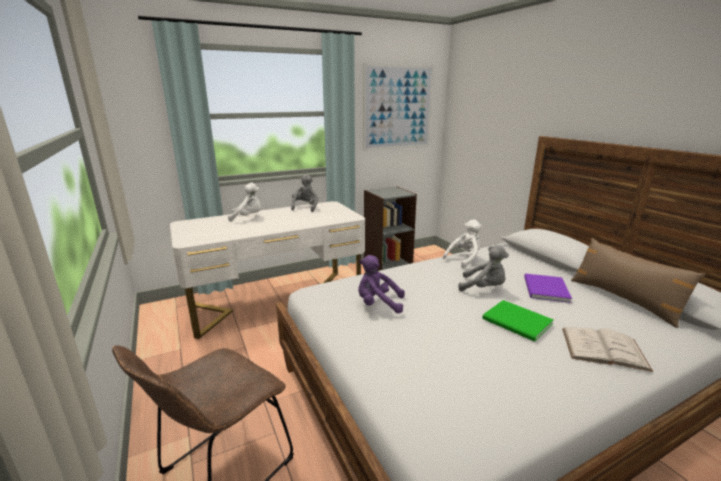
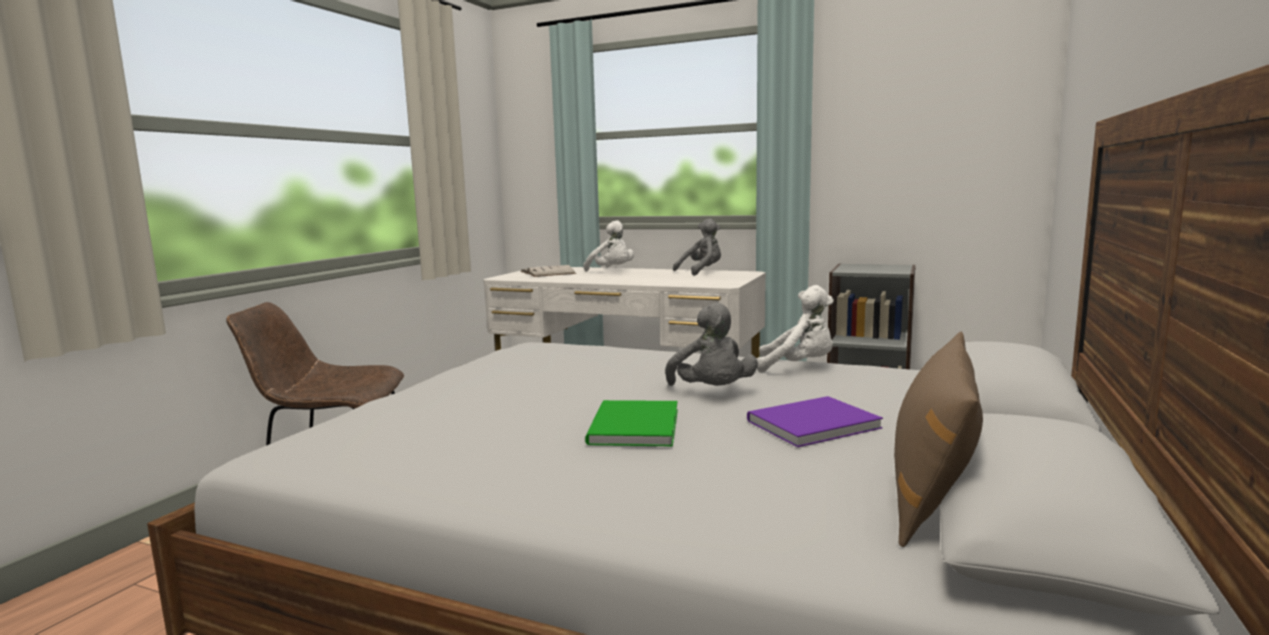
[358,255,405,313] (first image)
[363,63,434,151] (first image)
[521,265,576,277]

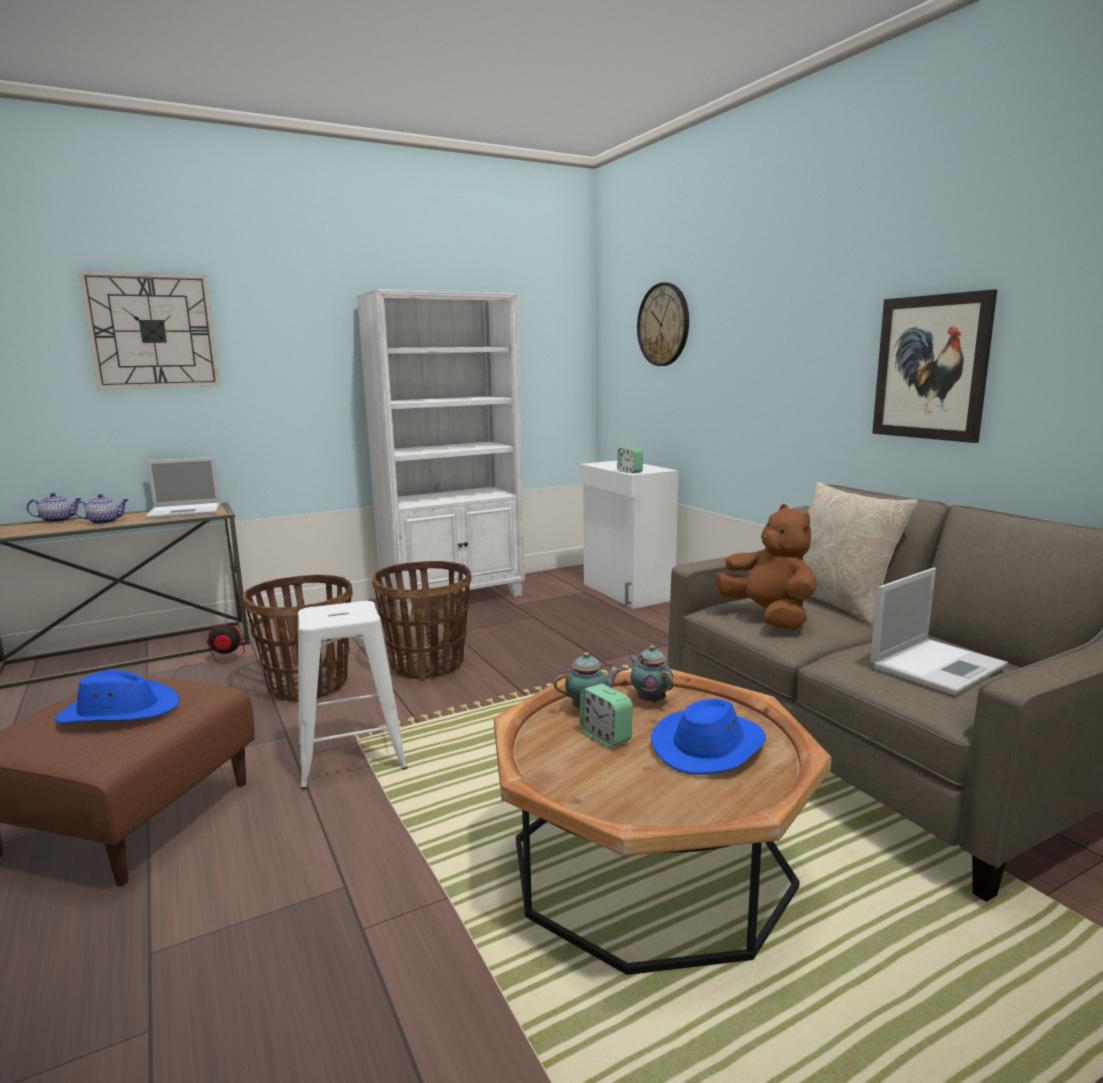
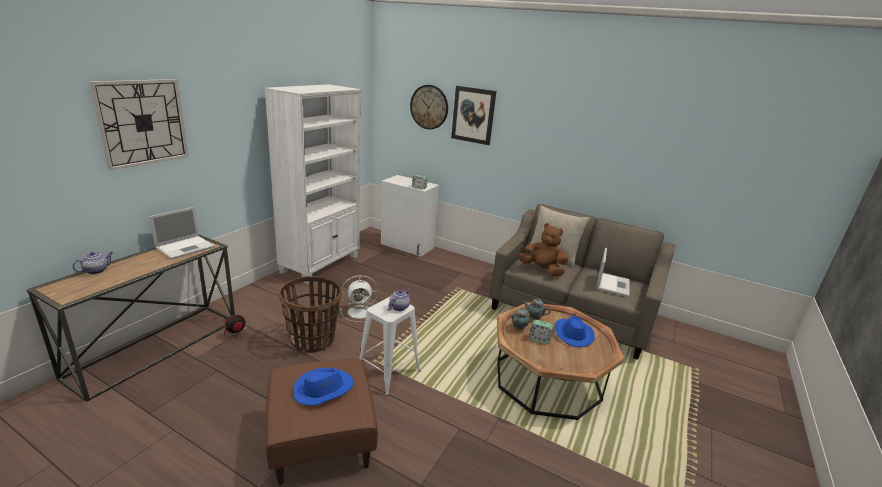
[388,288,411,311]
[340,275,378,322]
[451,86,496,145]

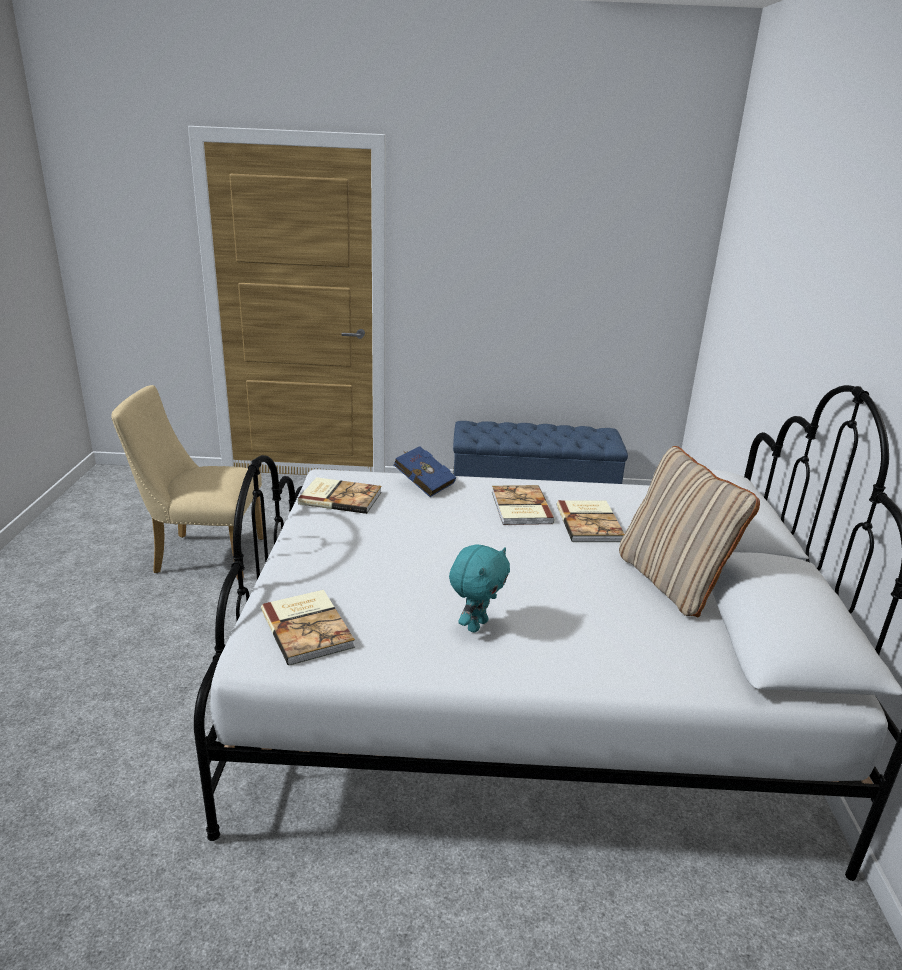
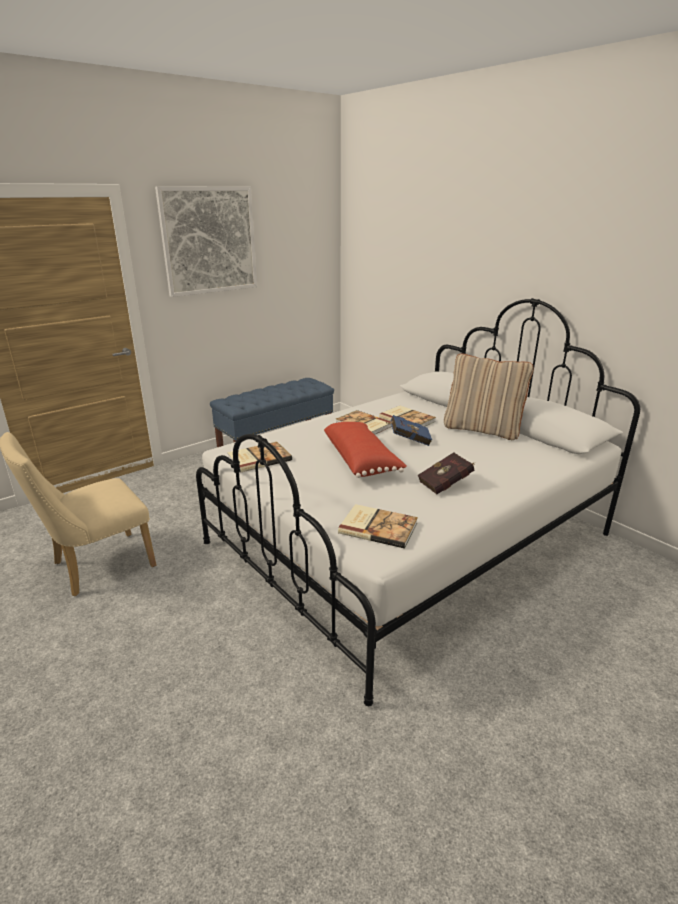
[385,415,432,446]
[418,452,476,494]
[155,186,257,297]
[324,422,407,478]

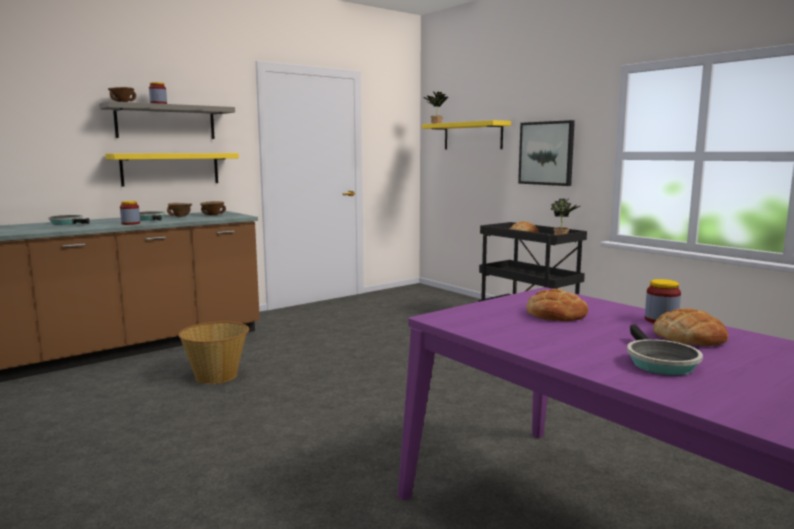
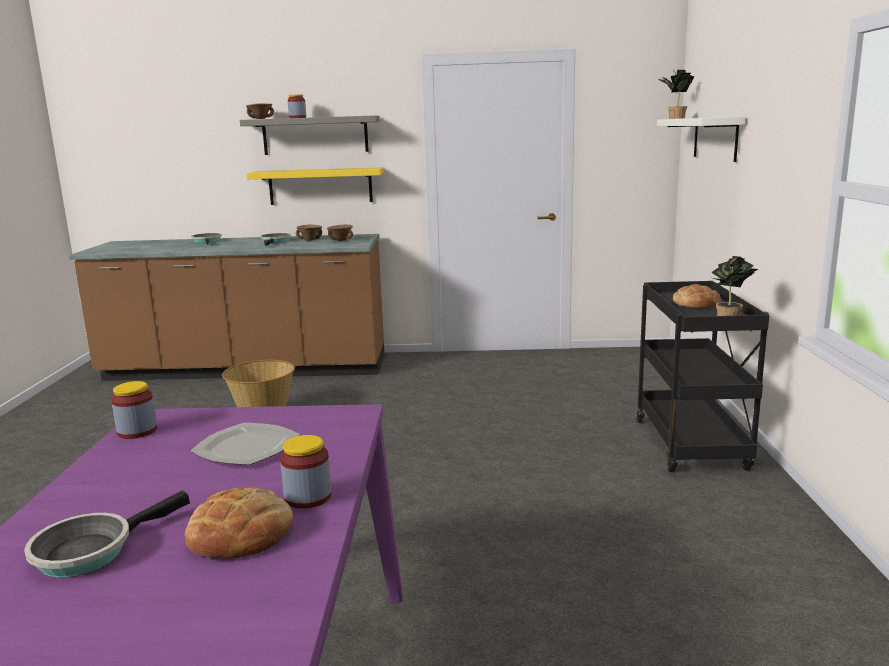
[111,381,157,439]
[657,117,746,162]
[518,120,575,186] (first image)
[191,423,300,465]

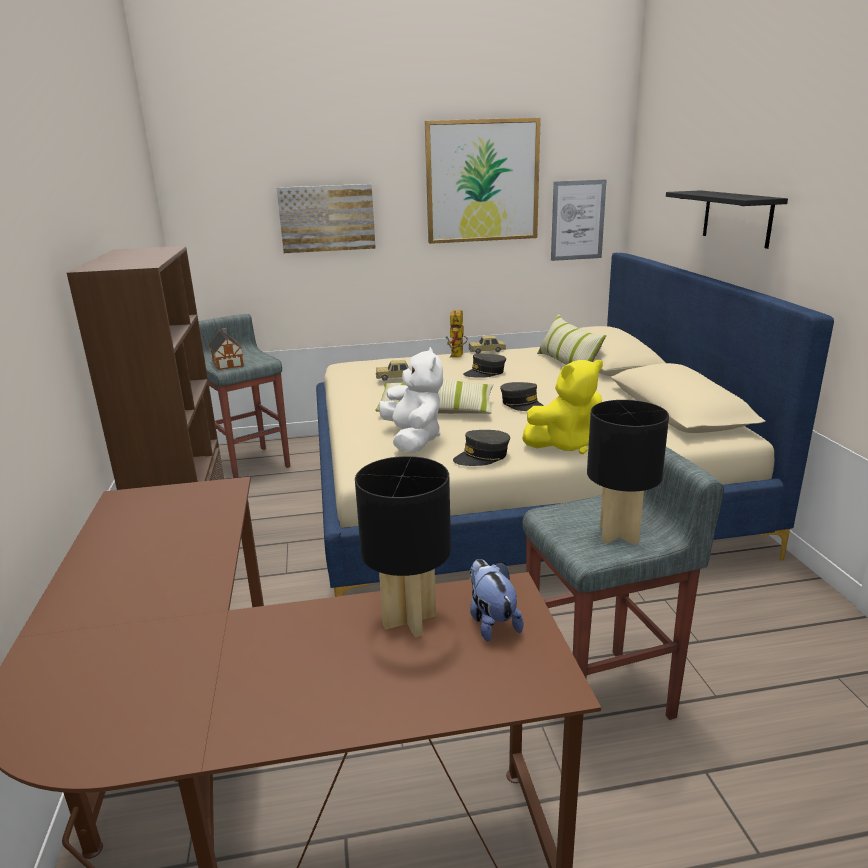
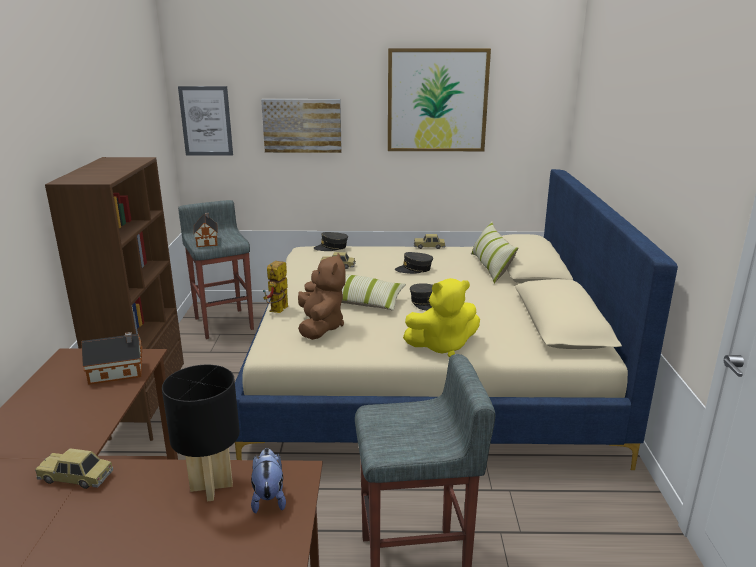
[298,253,346,340]
[263,261,288,313]
[314,232,348,251]
[178,86,233,156]
[587,400,669,545] (first image)
[666,190,788,249] (first image)
[35,448,113,489]
[81,332,143,385]

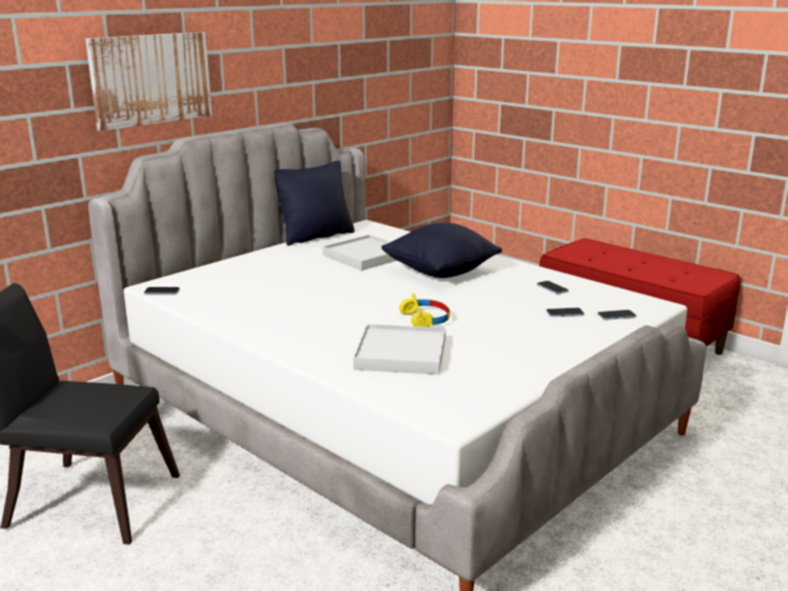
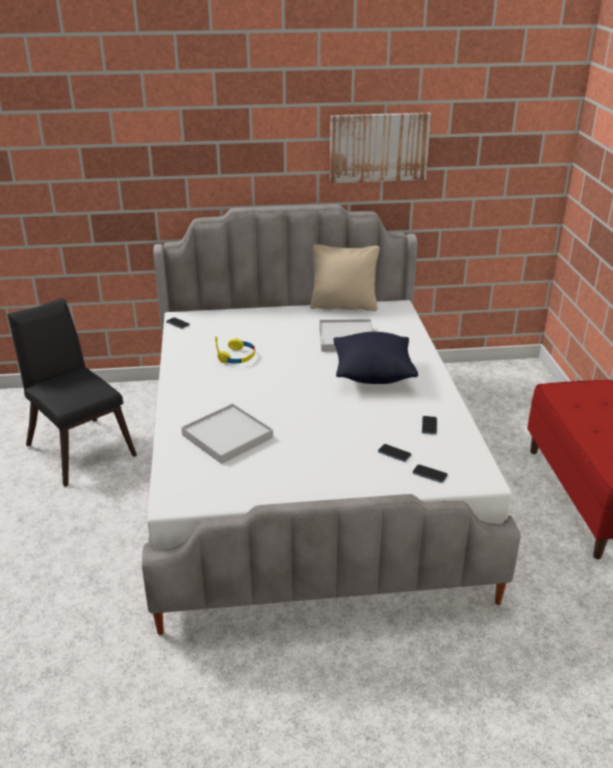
[330,113,431,183]
[310,244,380,311]
[215,336,255,364]

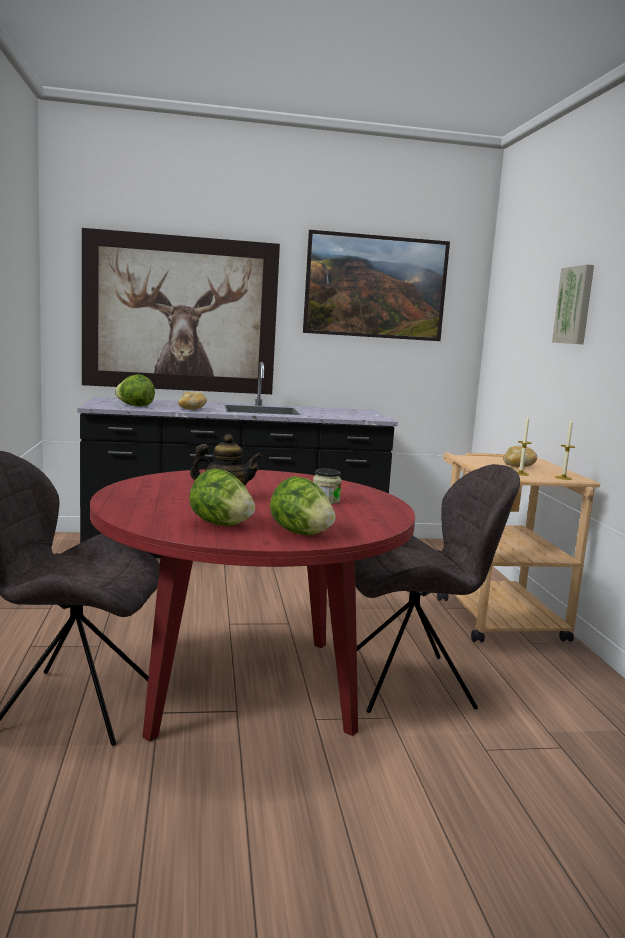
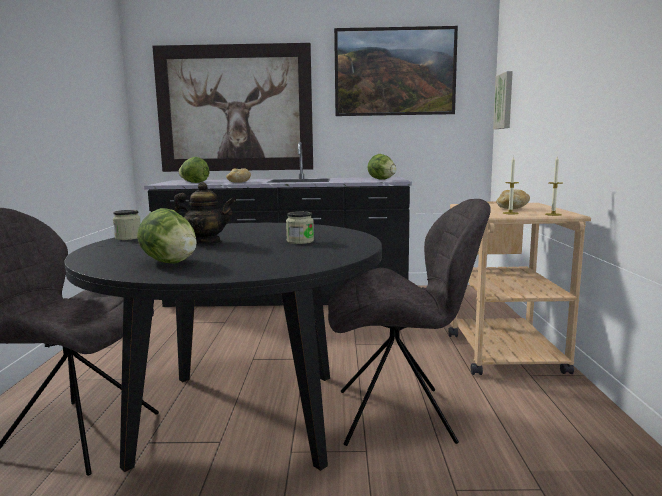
[64,223,382,472]
[367,154,397,180]
[493,71,513,129]
[113,210,141,240]

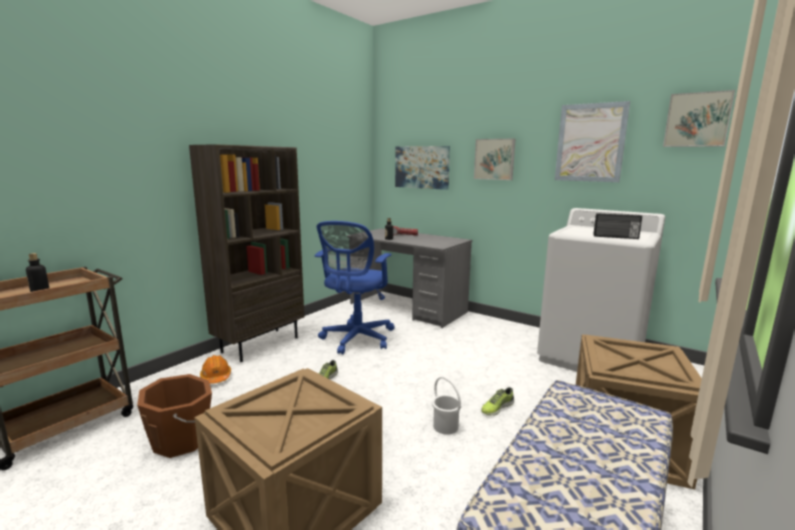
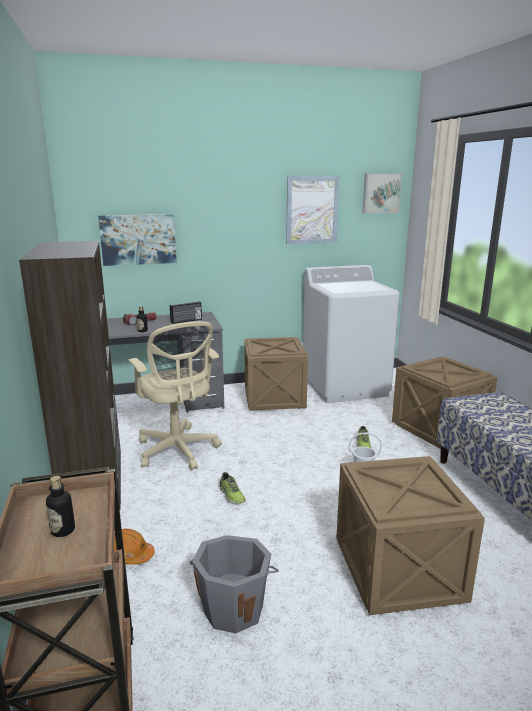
[190,535,279,633]
[128,321,222,470]
[474,138,516,180] (first image)
[170,301,202,324]
[244,337,308,411]

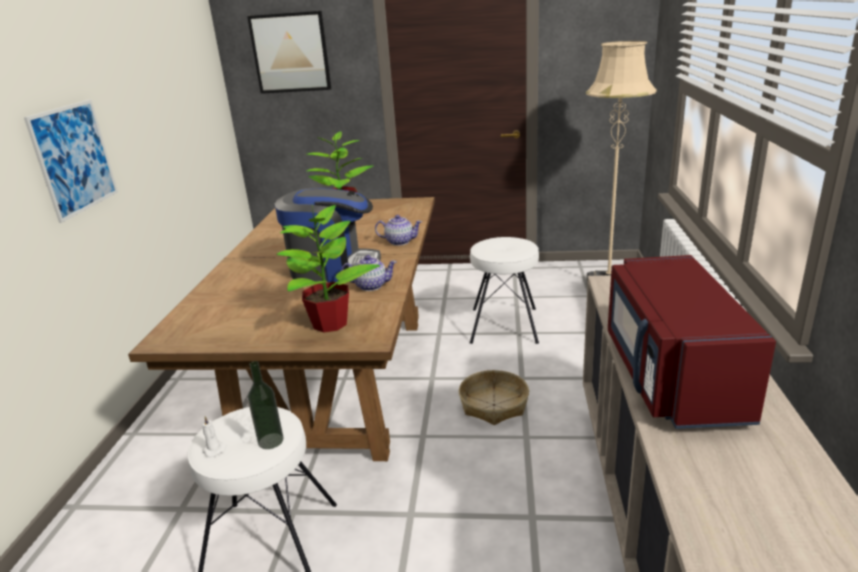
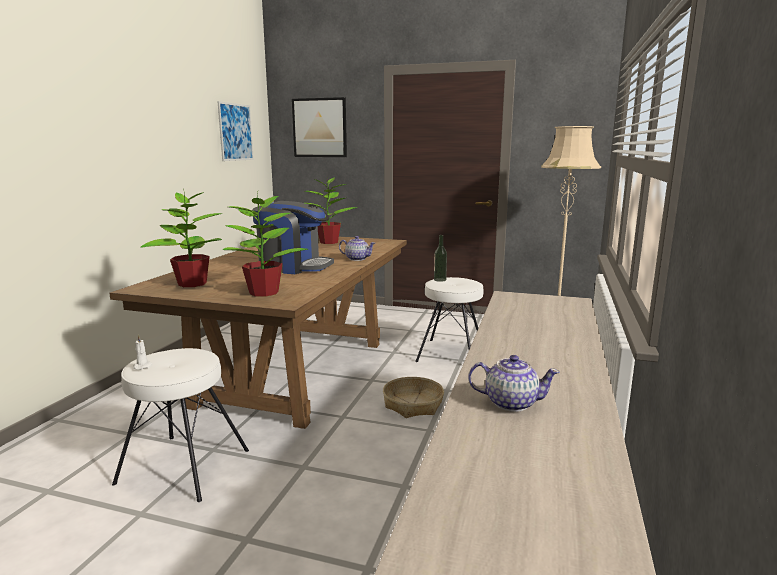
[217,101,254,161]
[434,235,447,282]
[468,355,560,412]
[608,255,776,429] (first image)
[141,187,222,287]

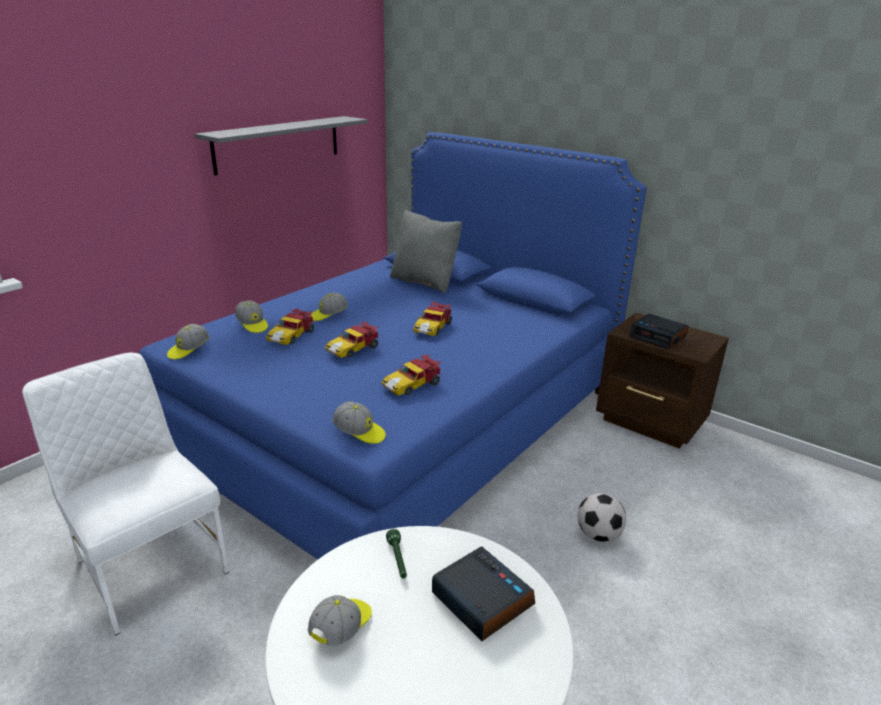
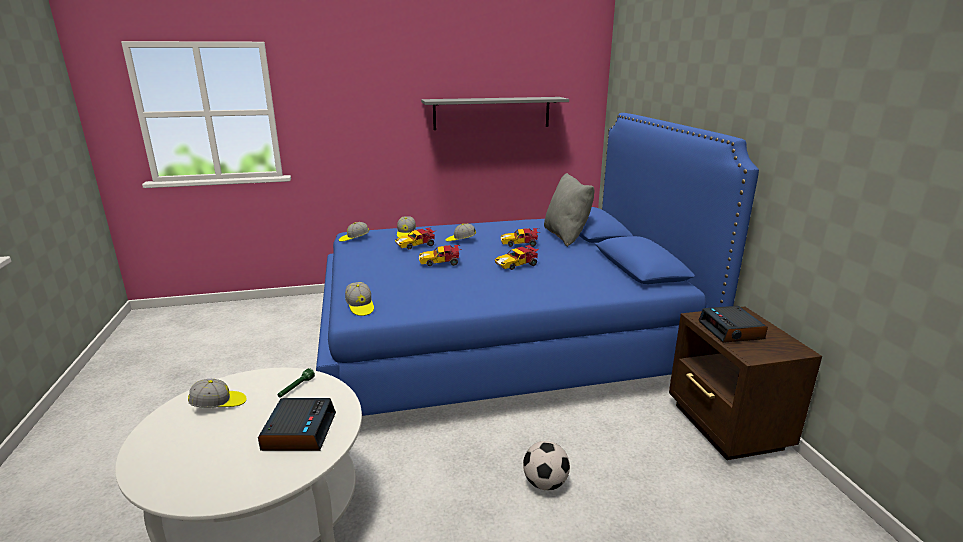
[22,353,229,636] (first image)
[501,228,540,247]

